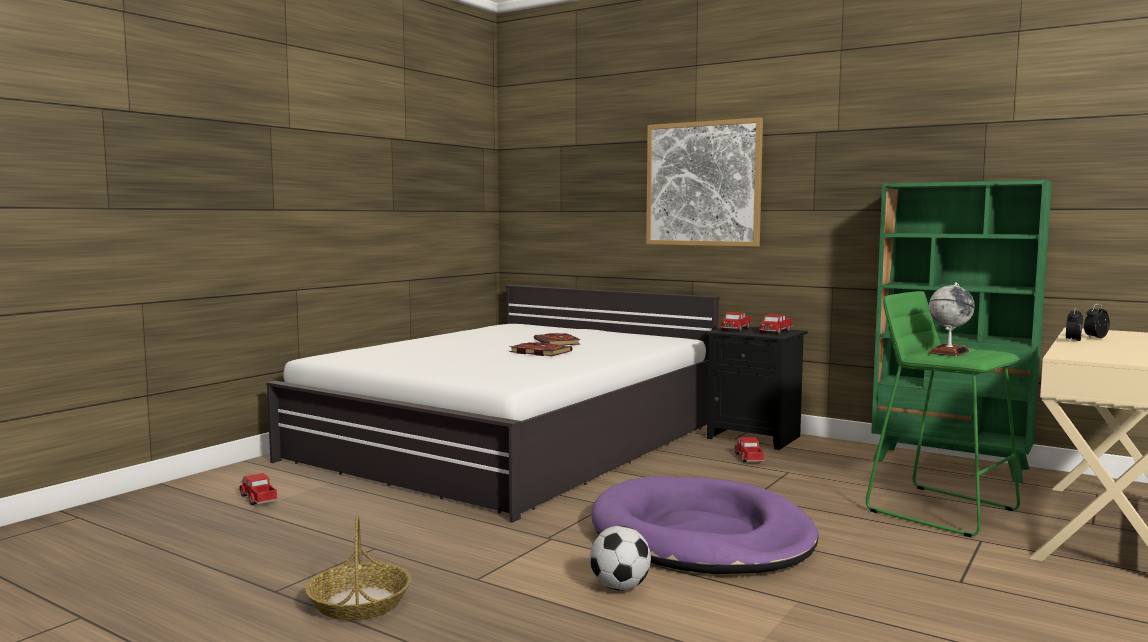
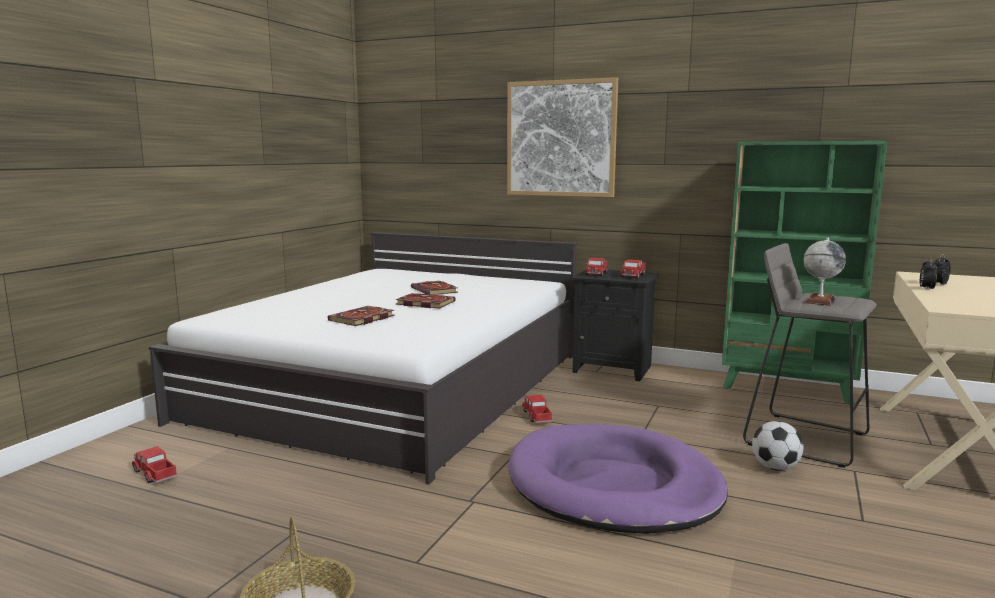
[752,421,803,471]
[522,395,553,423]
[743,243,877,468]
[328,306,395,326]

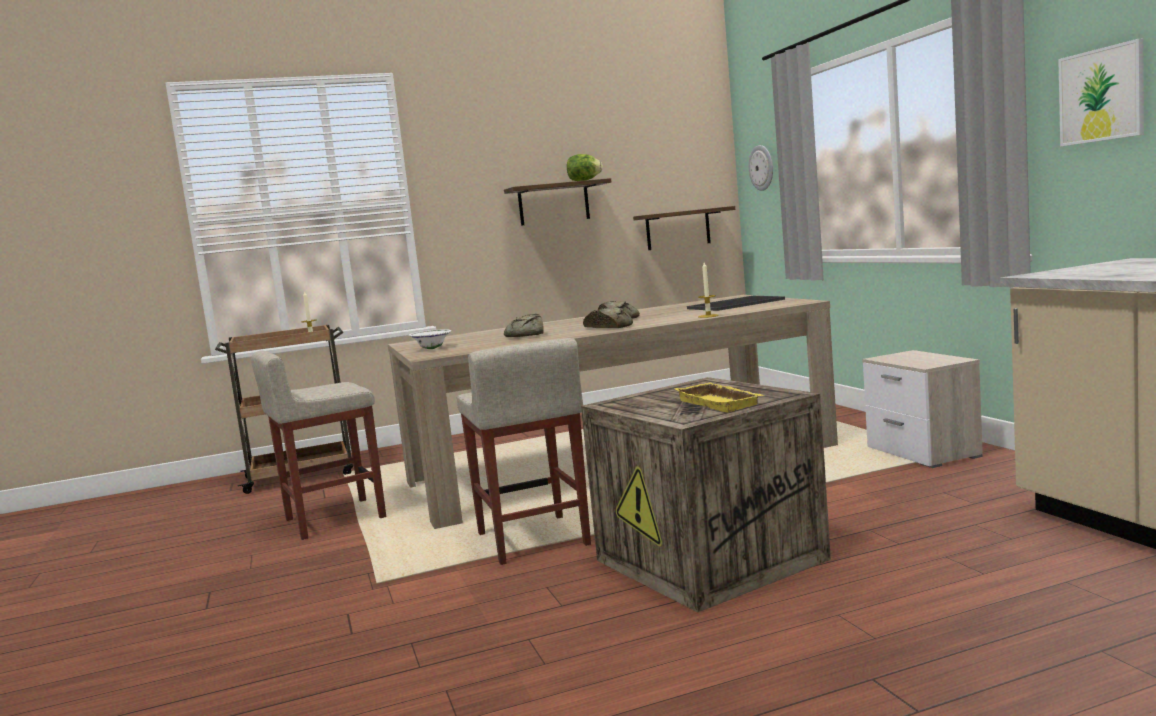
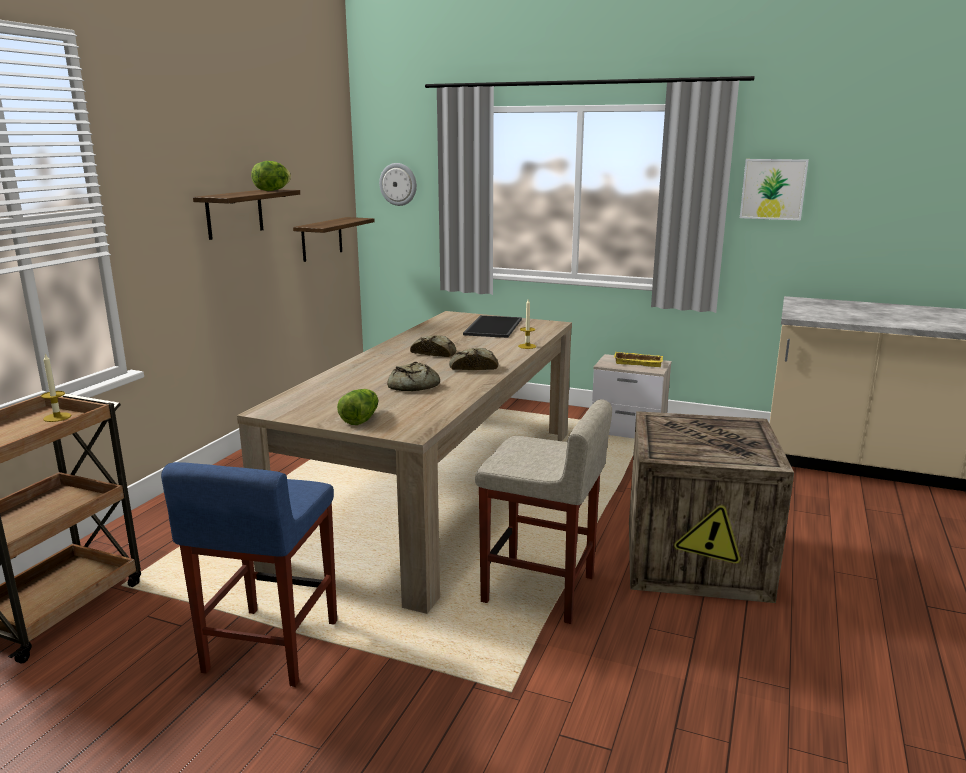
[161,462,337,687]
[337,389,378,425]
[614,352,663,367]

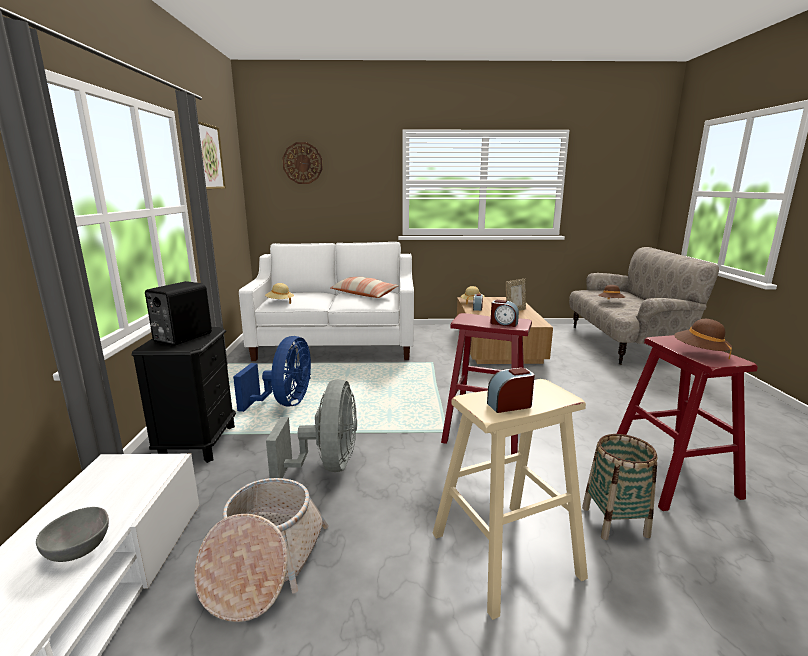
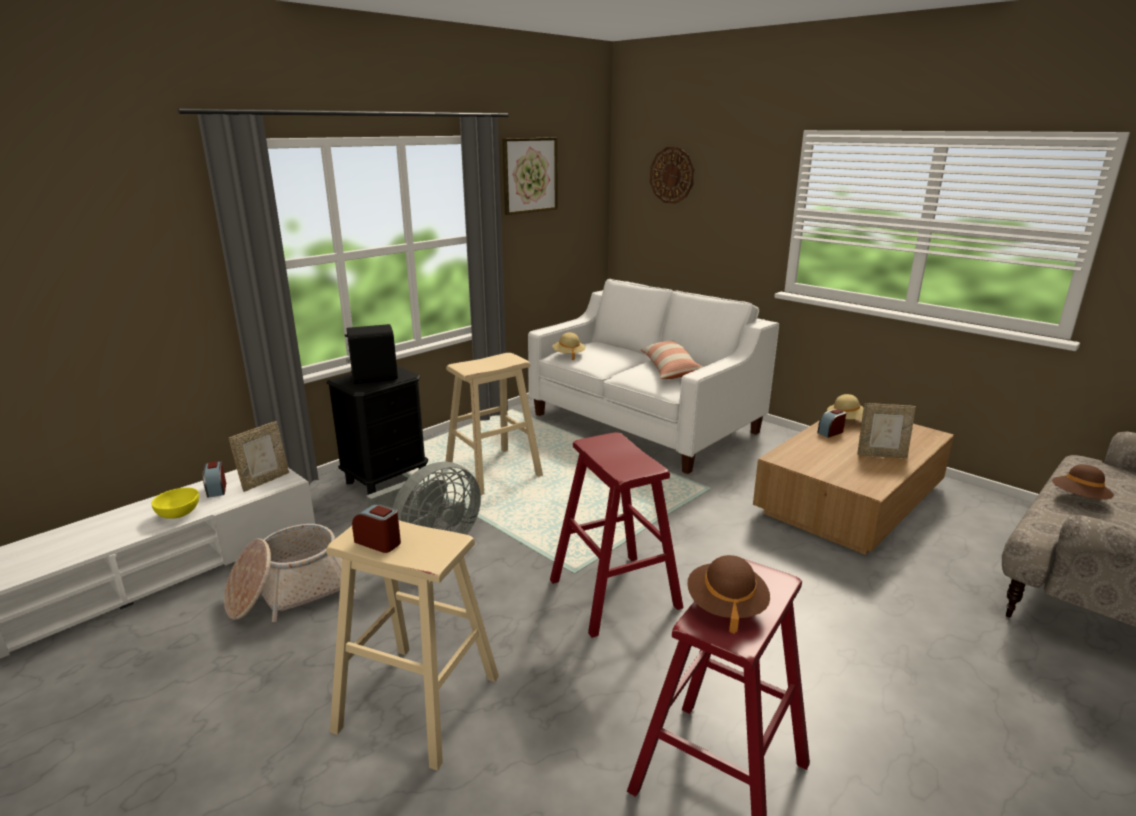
[152,488,199,519]
[445,353,543,495]
[203,461,226,498]
[582,434,657,540] (first image)
[229,421,289,492]

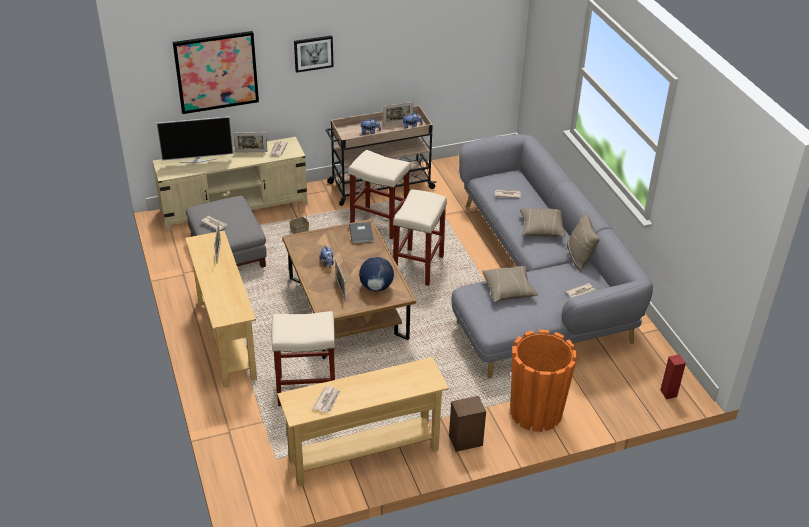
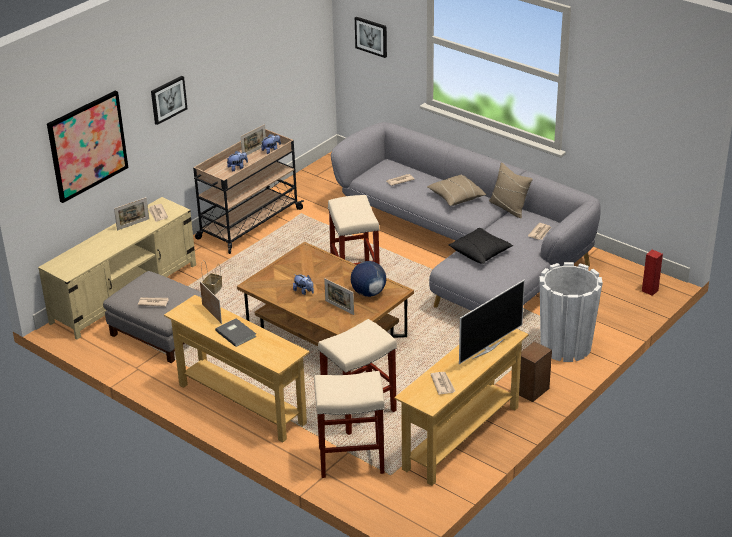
[459,280,525,364]
[314,371,385,478]
[215,318,257,347]
[448,228,513,264]
[540,262,603,362]
[355,17,387,58]

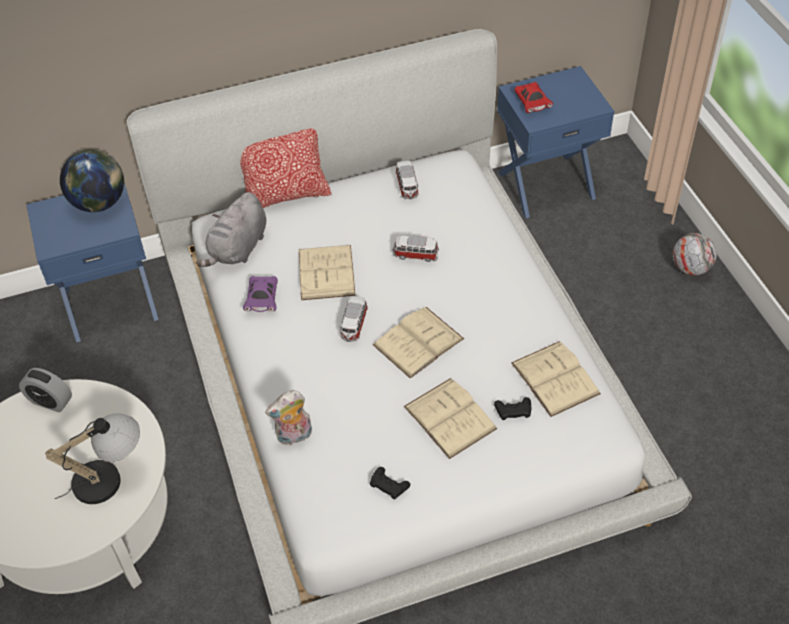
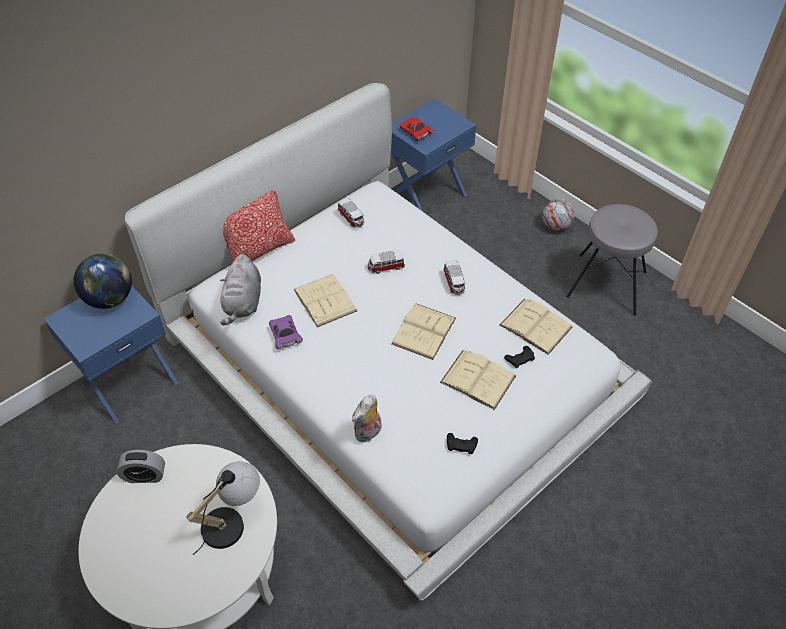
[443,260,466,295]
[566,204,658,316]

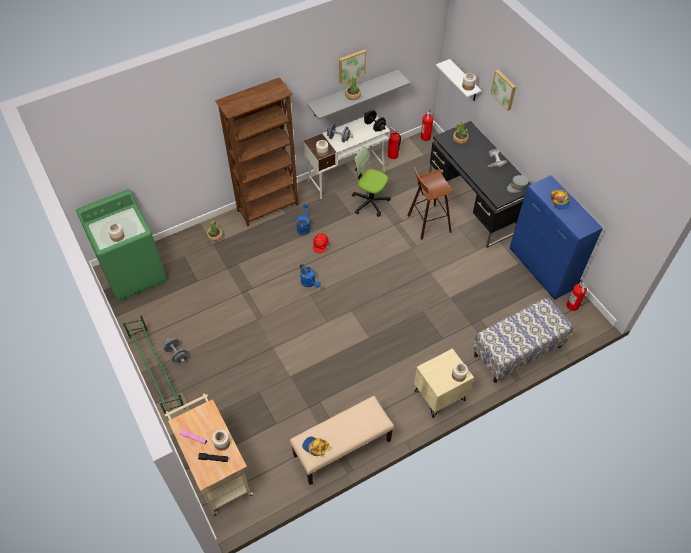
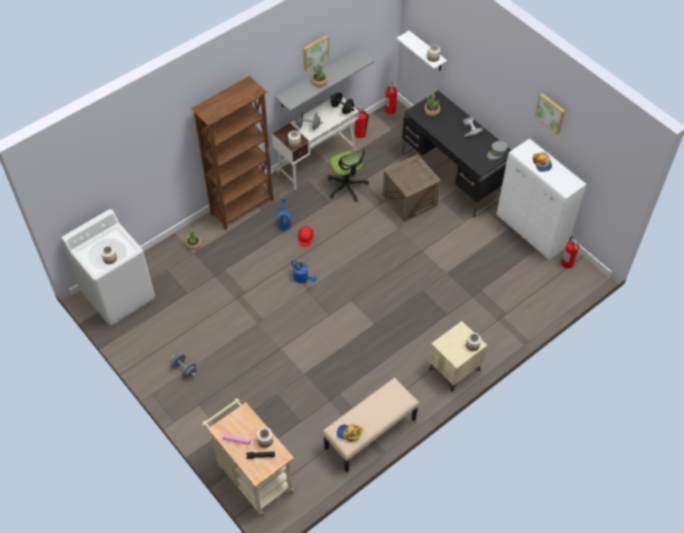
[61,209,155,326]
[123,314,185,418] (first image)
[328,148,369,202]
[383,154,441,222]
[473,297,573,383] (first image)
[535,93,565,134]
[497,138,587,260]

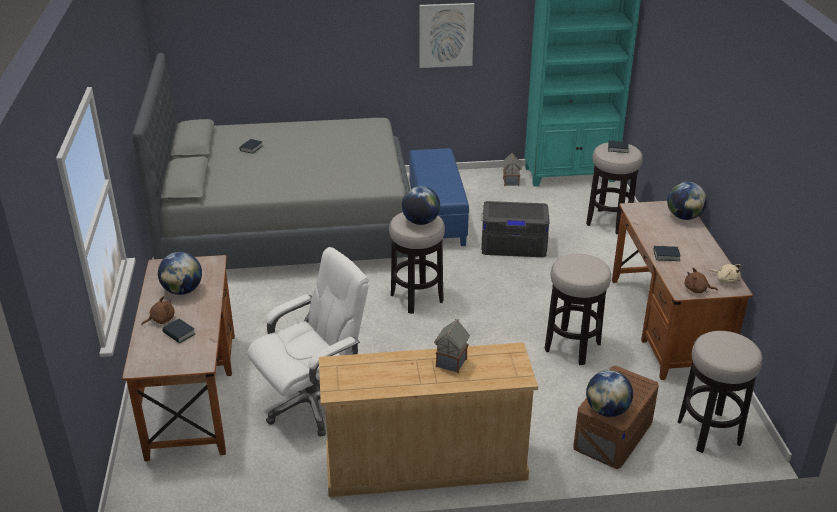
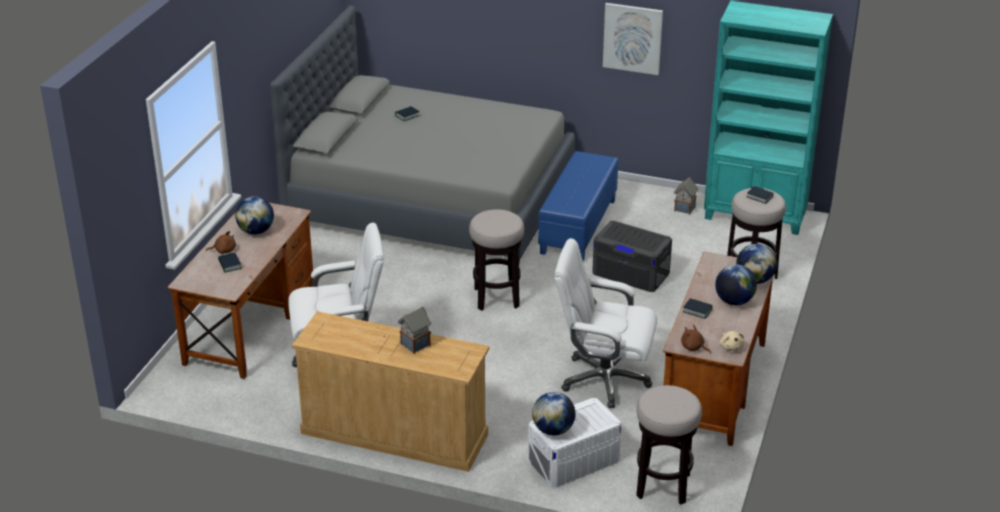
[715,264,757,305]
[555,238,657,408]
[528,398,622,488]

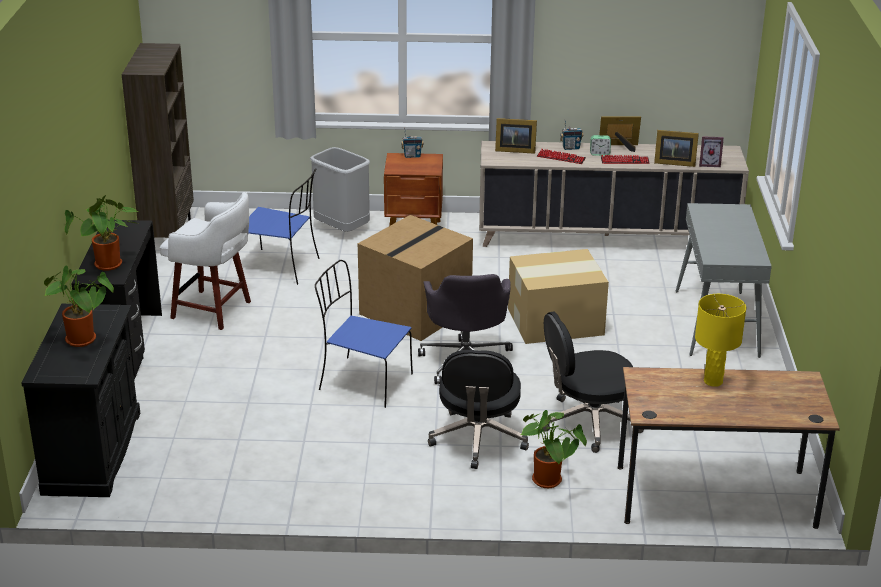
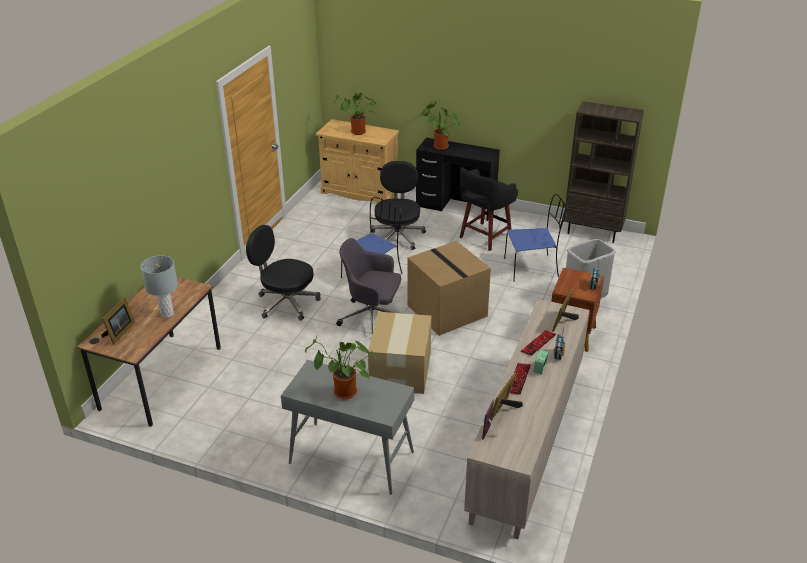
[316,119,399,202]
[460,167,518,251]
[504,194,567,282]
[305,336,377,399]
[371,161,426,250]
[101,297,135,344]
[141,256,178,318]

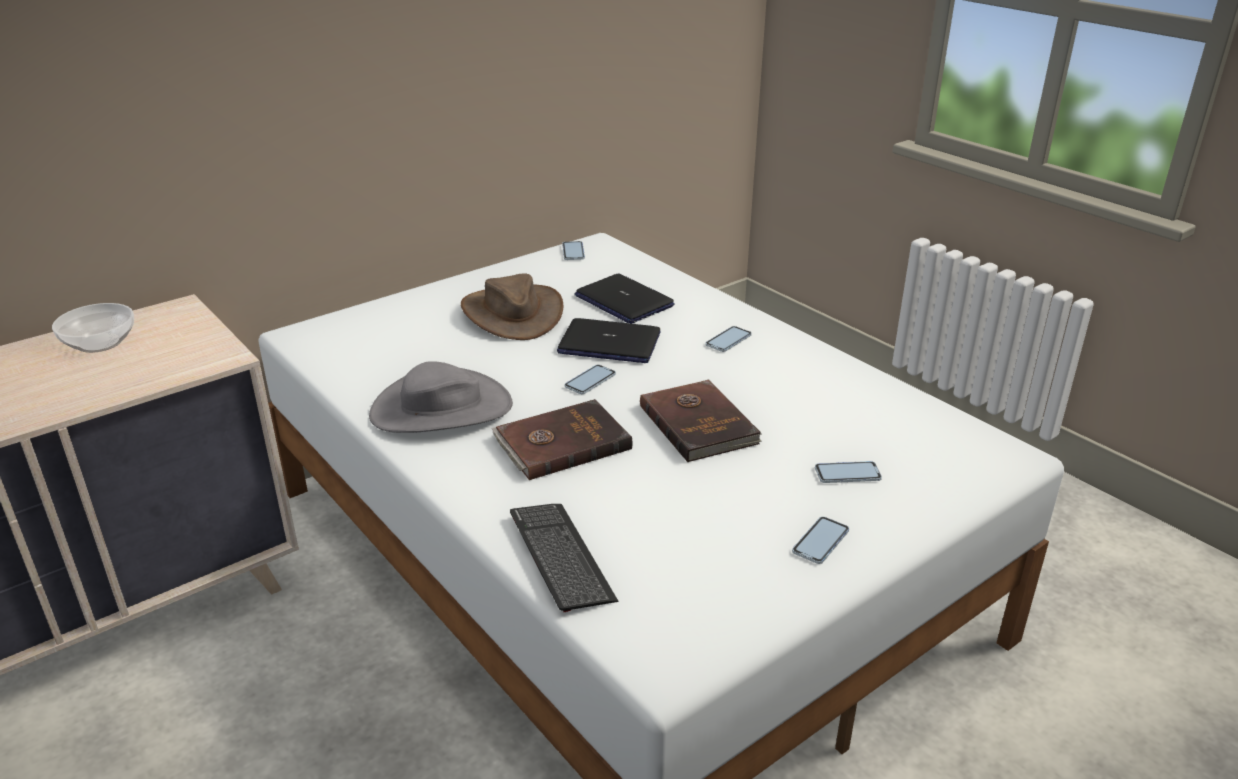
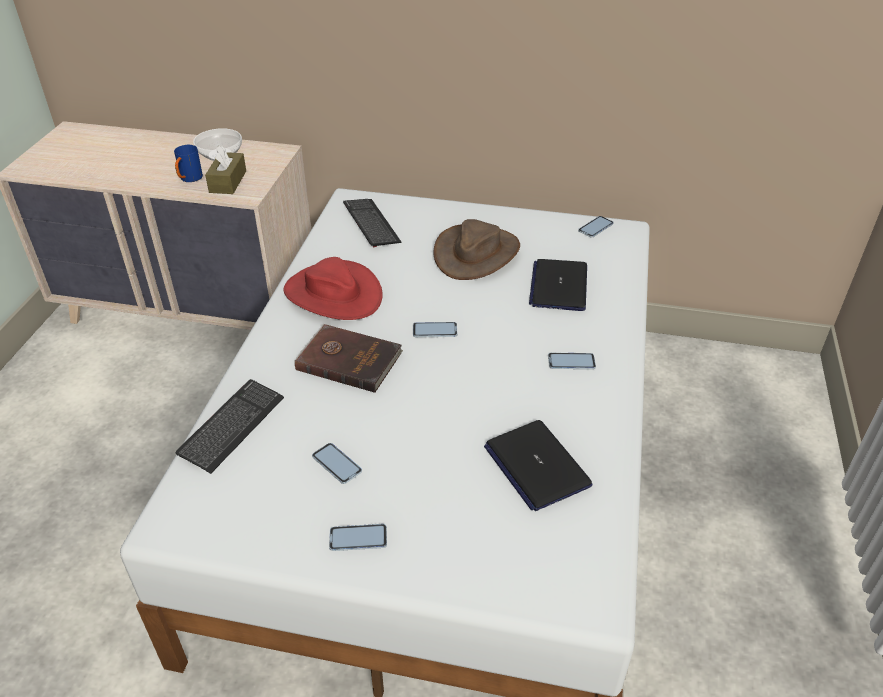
[284,257,383,320]
[484,420,592,511]
[640,379,762,462] (first image)
[312,443,362,484]
[174,145,203,182]
[205,145,246,194]
[343,199,402,247]

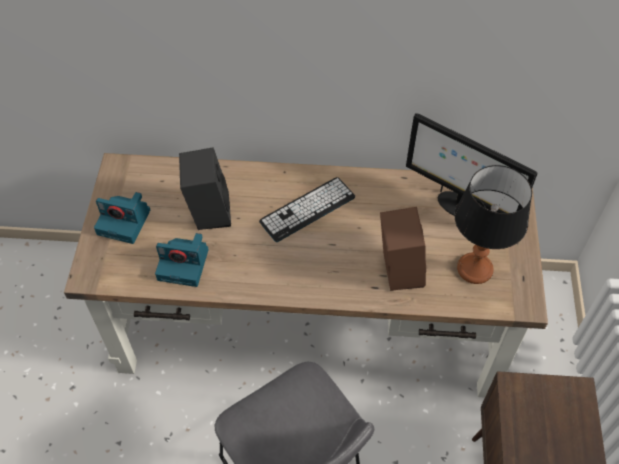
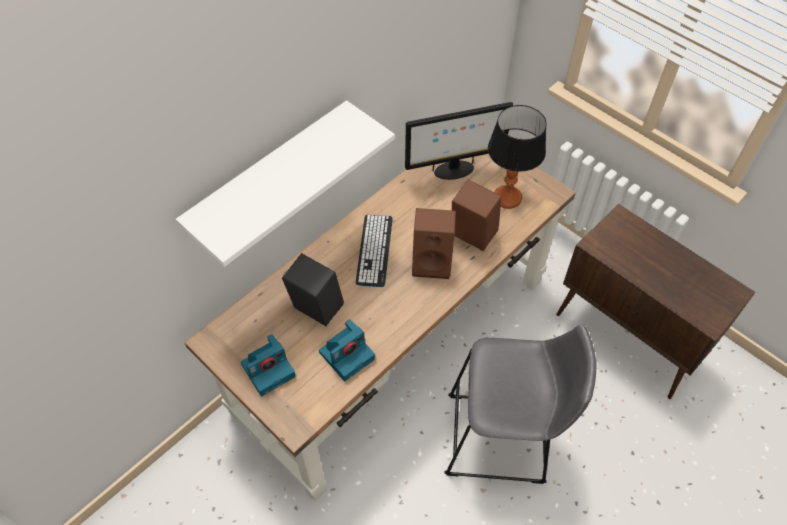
[176,100,395,267]
[412,208,456,279]

